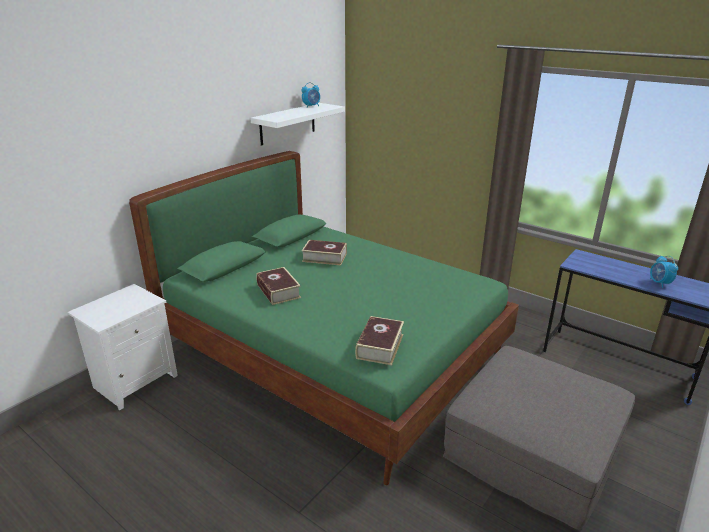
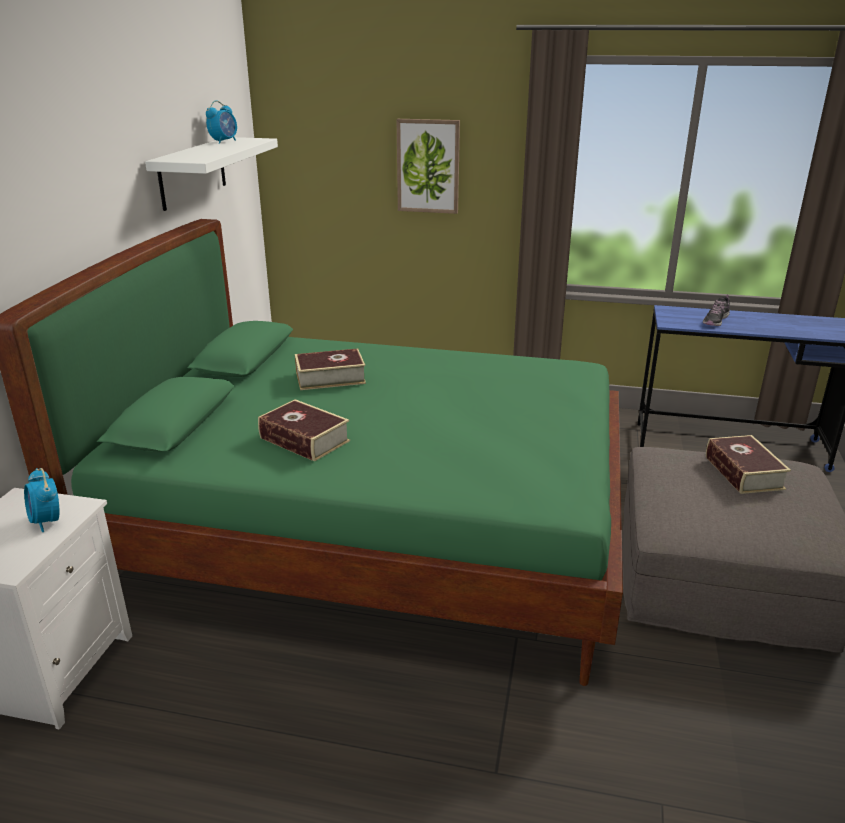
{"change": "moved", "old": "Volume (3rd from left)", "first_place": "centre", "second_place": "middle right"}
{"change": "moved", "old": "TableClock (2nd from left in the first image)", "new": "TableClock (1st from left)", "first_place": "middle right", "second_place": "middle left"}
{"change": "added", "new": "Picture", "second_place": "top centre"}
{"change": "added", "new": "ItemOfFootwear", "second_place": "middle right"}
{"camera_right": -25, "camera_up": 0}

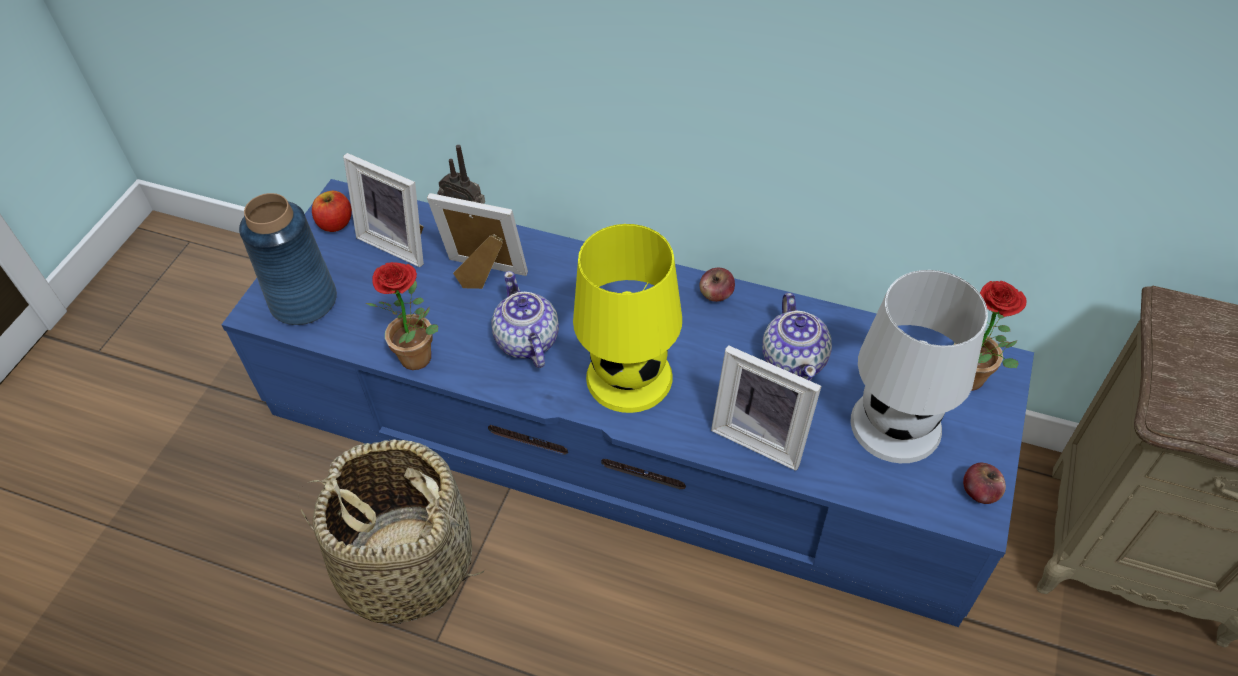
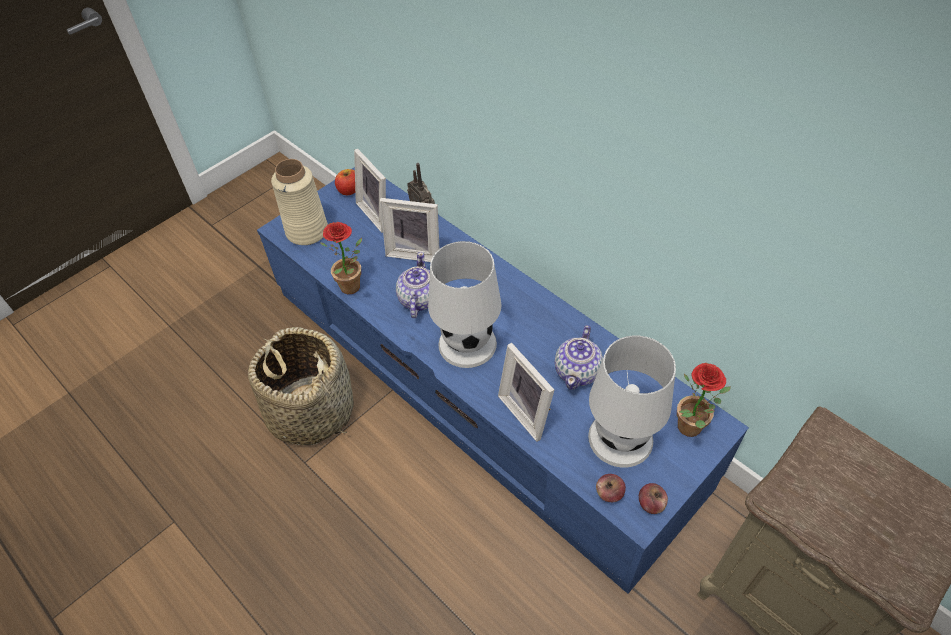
{"change": "recoloured", "old": "BlueFlowerVase", "new": "SandColouredFlowerVase", "first_place": "middle left", "second_place": "top left"}
{"change": "turned", "old": "PictureFrame (2nd from left)", "first_place": "centre", "second_place": "centre", "degrees": 150}
{"change": "recoloured", "old": "YellowTableLamp", "new": "WhiteColouredTableLamp (1st from left)", "first_place": "centre", "second_place": "centre"}
{"change": "moved", "old": "WholeApple (2nd from left)", "first_place": "centre", "second_place": "bottom centre"}
{"camera_right": 25, "camera_up": 0}

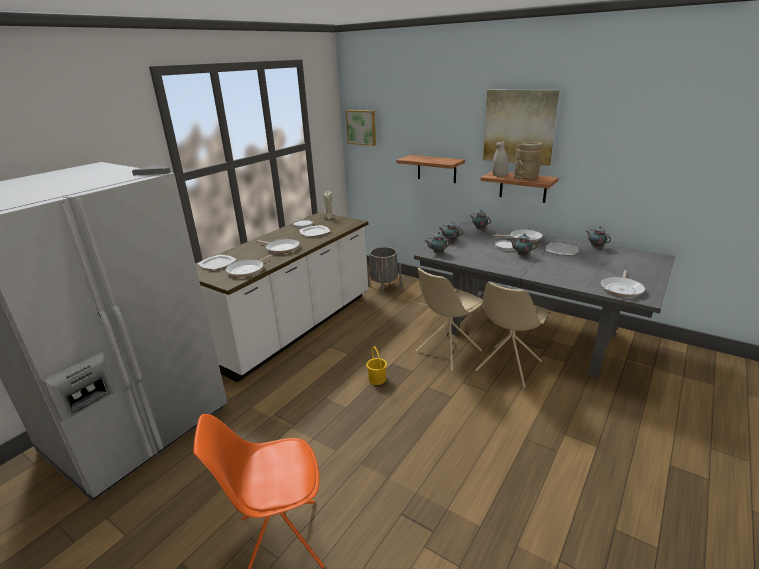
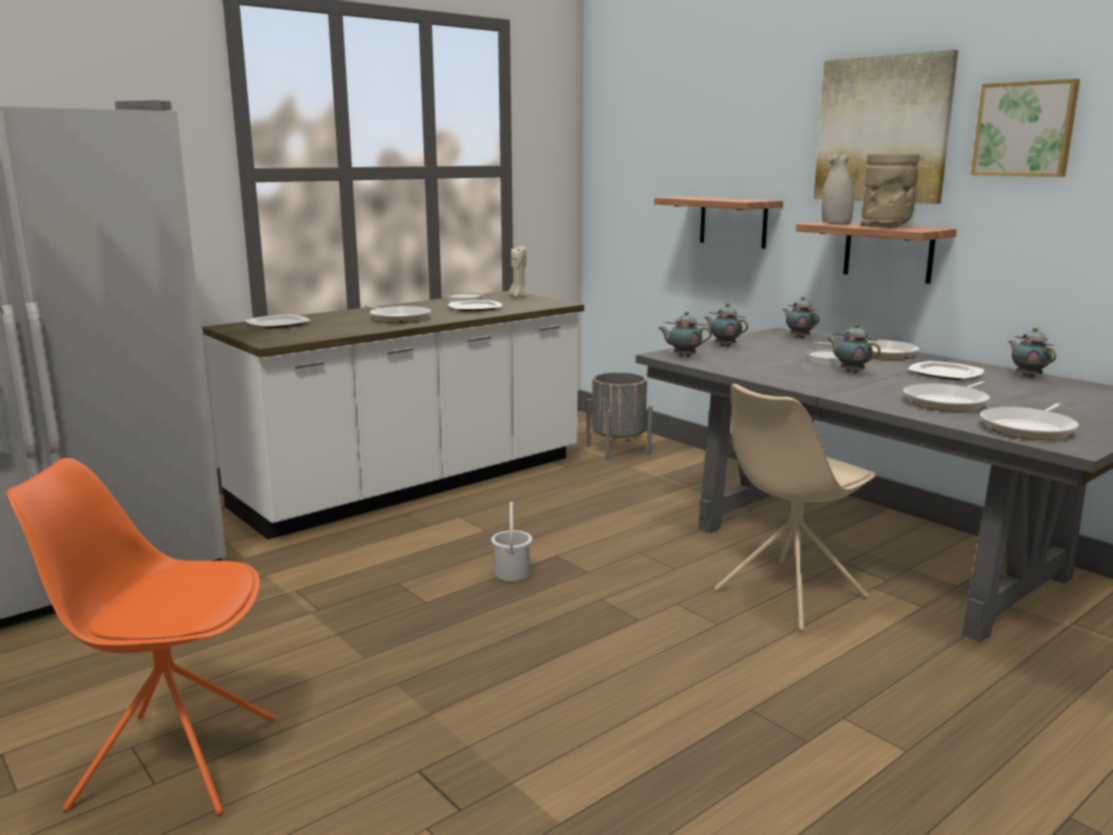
{"change": "moved", "old": "Pan (1st from left in the first image)", "new": "Pan (3rd from left)", "first_place": "middle left", "second_place": "middle right"}
{"change": "moved", "old": "Picture (1st from left in the first image)", "new": "Picture (2nd from left)", "first_place": "top centre", "second_place": "top right"}
{"change": "recoloured", "old": "YellowPail", "new": "WhiteColouredPail", "first_place": "centre", "second_place": "centre"}
{"change": "removed", "old": "SandColouredPlainChair (1st from left)", "first_place": "centre"}
{"camera_right": 15, "camera_up": -10}

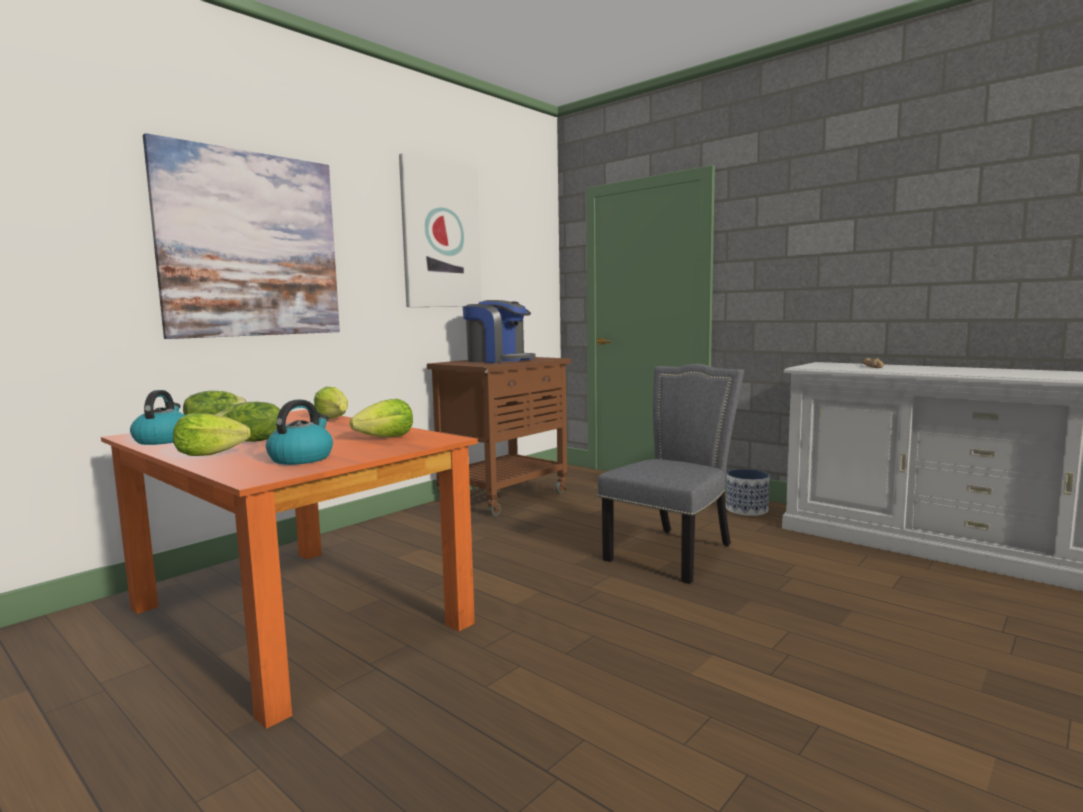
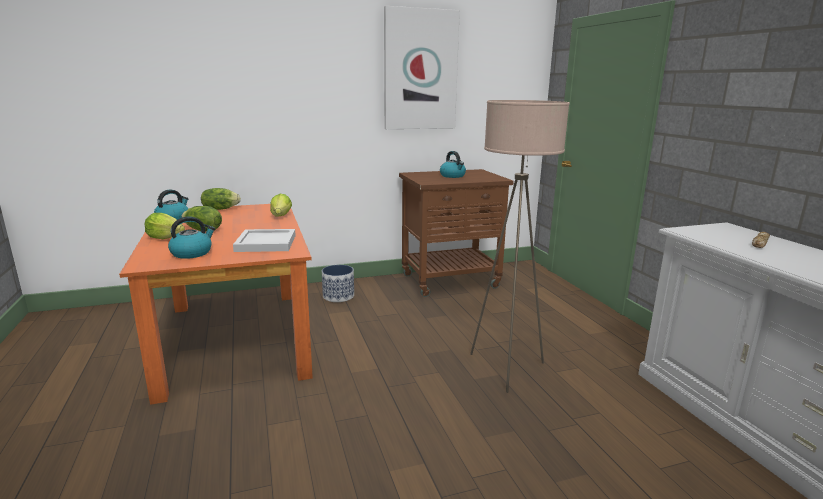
{"change": "removed", "old": "Picture (1st from left)", "first_place": "top left"}
{"change": "replaced", "old": "HeadOfLettuce (5th from left)", "new": "WhiteColouredServingTray", "first_place": "centre", "second_place": "middle left"}
{"change": "replaced", "old": "CoffeeMaker", "new": "TeaKettle (3rd from left)", "first_place": "centre", "second_place": "top centre"}
{"change": "replaced", "old": "GrayPlainChair", "new": "SandColouredStandardLamp", "first_place": "centre", "second_place": "centre"}
{"change": "moved", "old": "PlantPot", "first_place": "middle right", "second_place": "centre"}
{"camera_right": 30, "camera_up": 10}

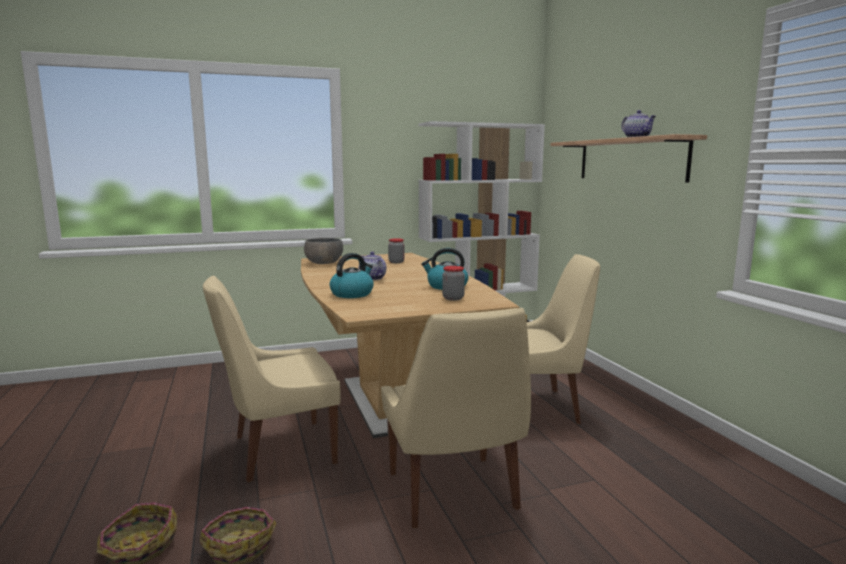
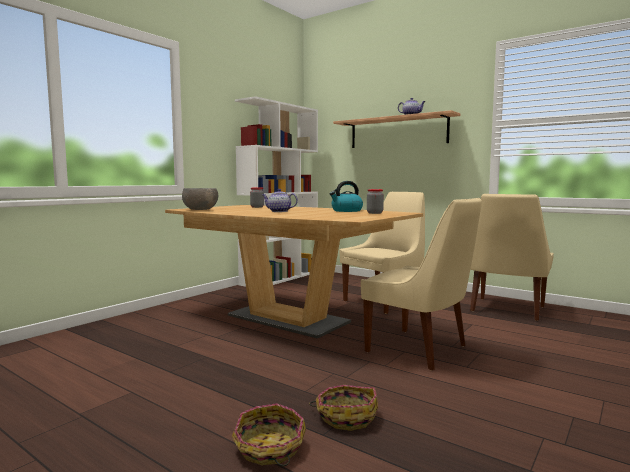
{"change": "moved", "old": "SandColouredPlainChair (1st from left in the first image)", "new": "SandColouredPlainChair (3rd from left)", "first_place": "bottom left", "second_place": "middle right"}
{"change": "removed", "old": "TeaKettle (1st from left)", "first_place": "centre"}
{"camera_right": -35, "camera_up": -5}

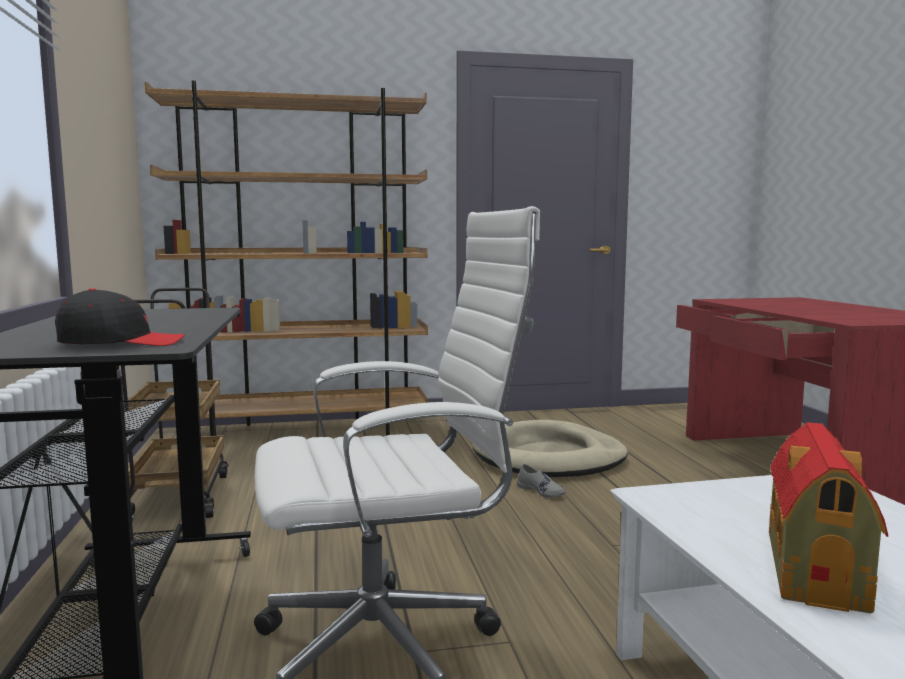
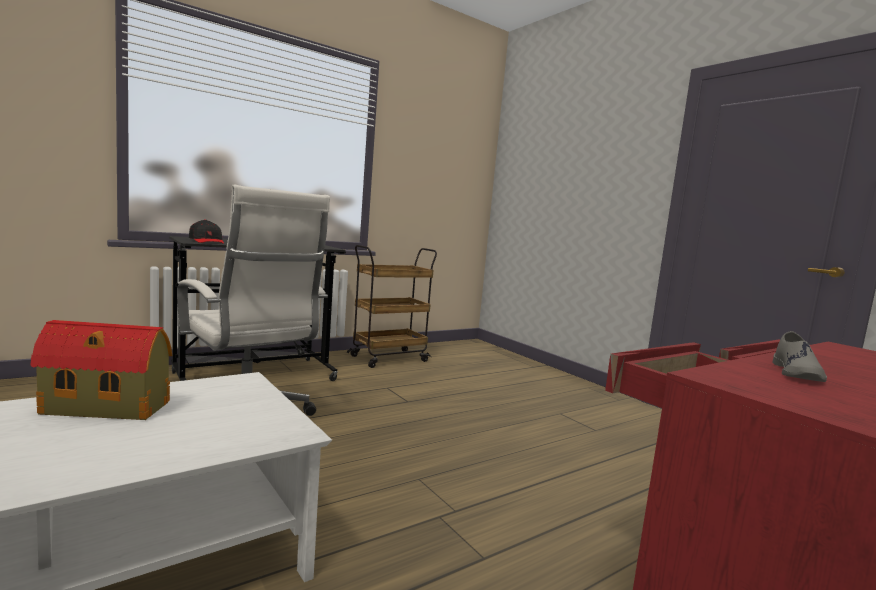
{"change": "removed", "old": "BrownColouredBookcase", "first_place": "middle left"}
{"change": "removed", "old": "SandColouredDogBed", "first_place": "centre"}
{"change": "moved", "old": "GrayItemOfFootwear", "first_place": "bottom centre", "second_place": "middle right"}
{"camera_right": 65, "camera_up": 0}

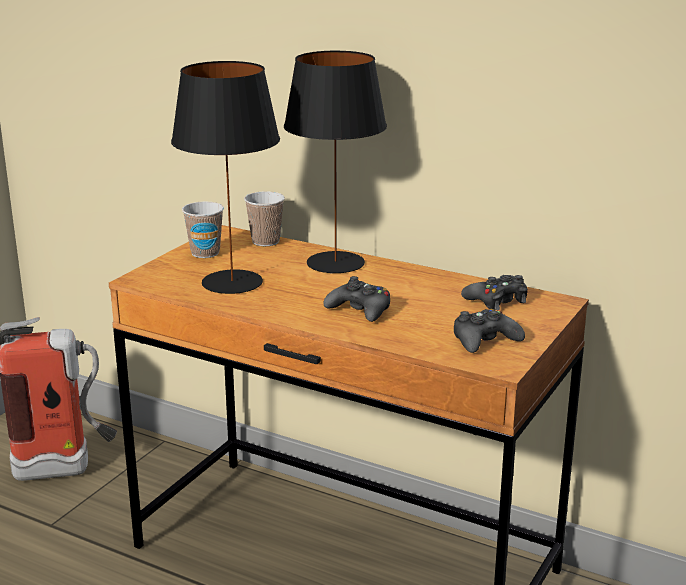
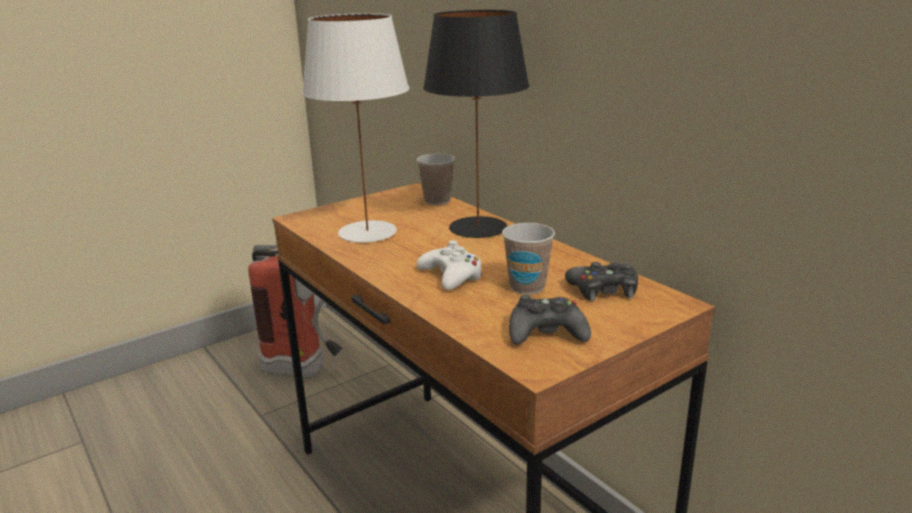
{"change": "recoloured", "old": "BlackTableLamp (1st from left)", "new": "WhiteColouredTableLamp", "first_place": "top left", "second_place": "top centre"}
{"change": "moved", "old": "DrinkingCup (1st from left in the first image)", "new": "DrinkingCup (2nd from left)", "first_place": "middle left", "second_place": "centre"}
{"change": "recoloured", "old": "BlackGameController (1st from left)", "new": "WhiteColouredGameController", "first_place": "centre", "second_place": "centre"}
{"camera_right": 25, "camera_up": 0}

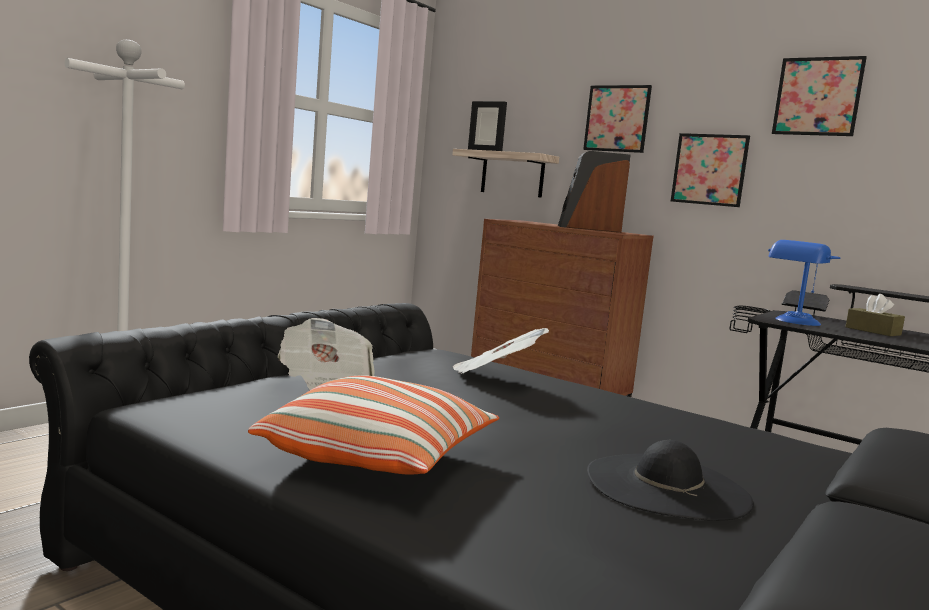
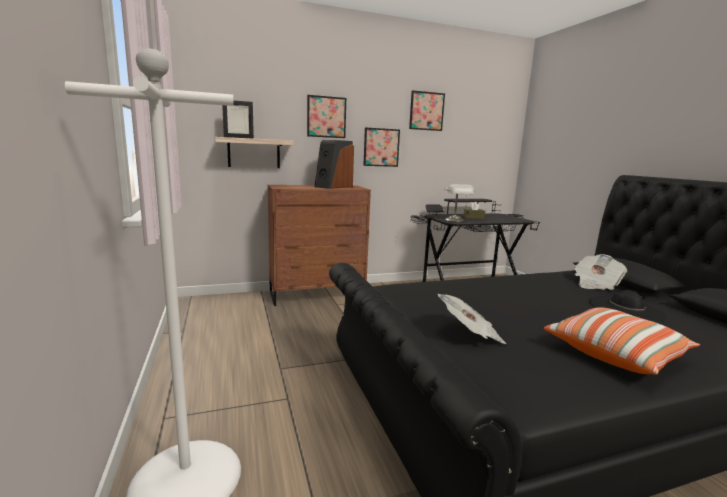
{"change": "moved", "old": "DailyPaper (2nd from left)", "first_place": "centre", "second_place": "middle right"}
{"change": "recoloured", "old": "BlueTableLamp", "new": "WhiteColouredTableLamp", "first_place": "middle right", "second_place": "centre"}
{"camera_right": -55, "camera_up": 5}

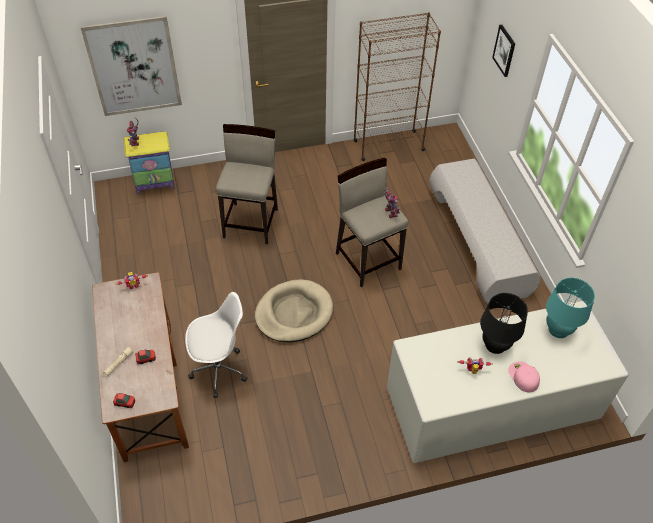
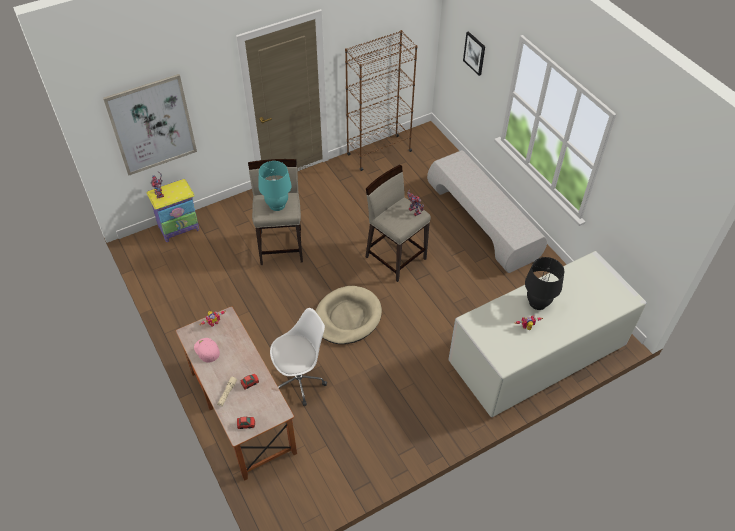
{"change": "moved", "old": "PinkColouredBaseballCap", "first_place": "bottom right", "second_place": "middle left"}
{"change": "moved", "old": "TurquoiseTableLamp", "first_place": "middle right", "second_place": "centre"}
{"camera_right": -15, "camera_up": 0}

